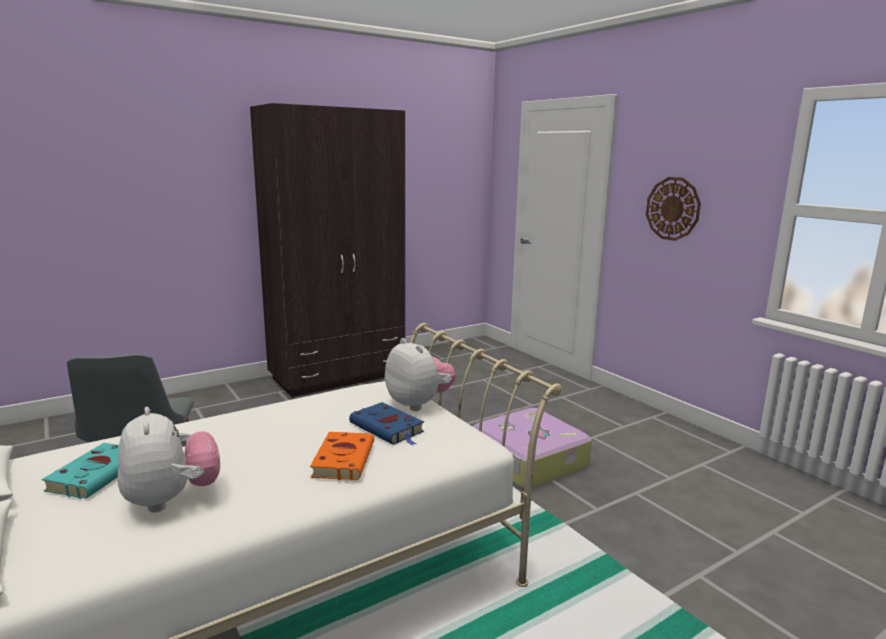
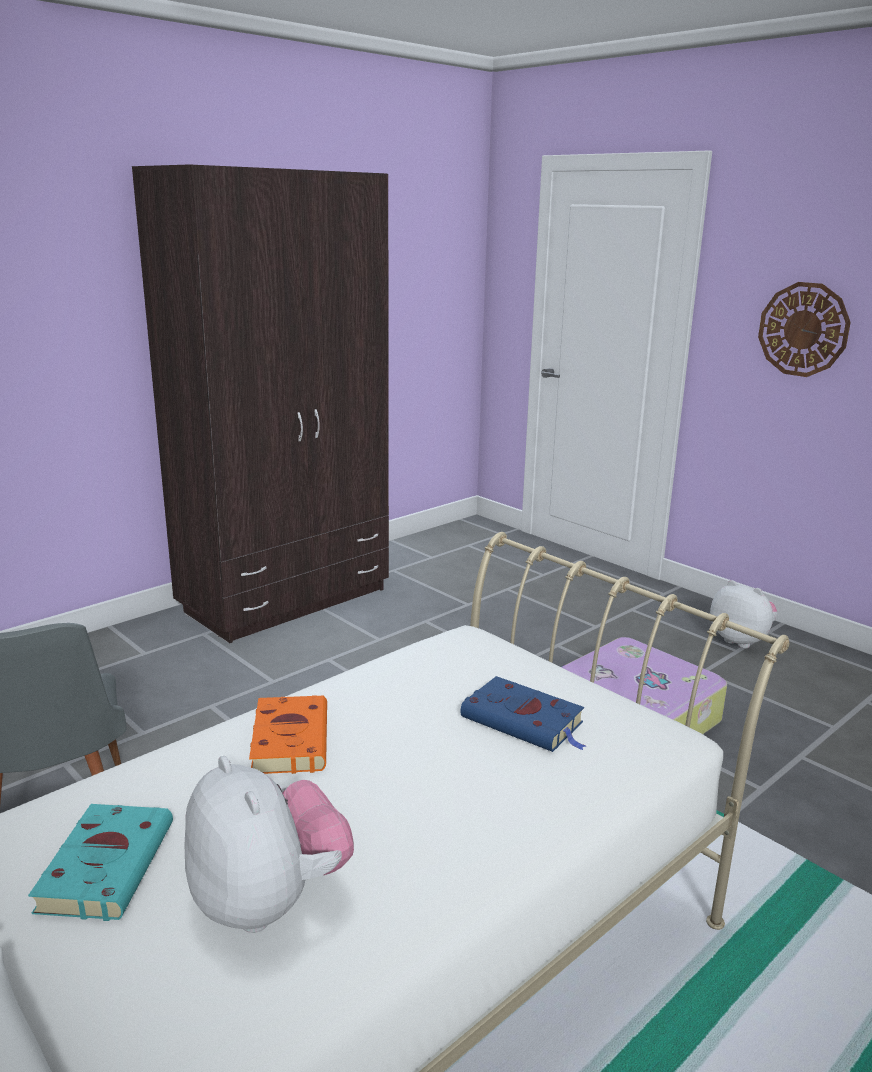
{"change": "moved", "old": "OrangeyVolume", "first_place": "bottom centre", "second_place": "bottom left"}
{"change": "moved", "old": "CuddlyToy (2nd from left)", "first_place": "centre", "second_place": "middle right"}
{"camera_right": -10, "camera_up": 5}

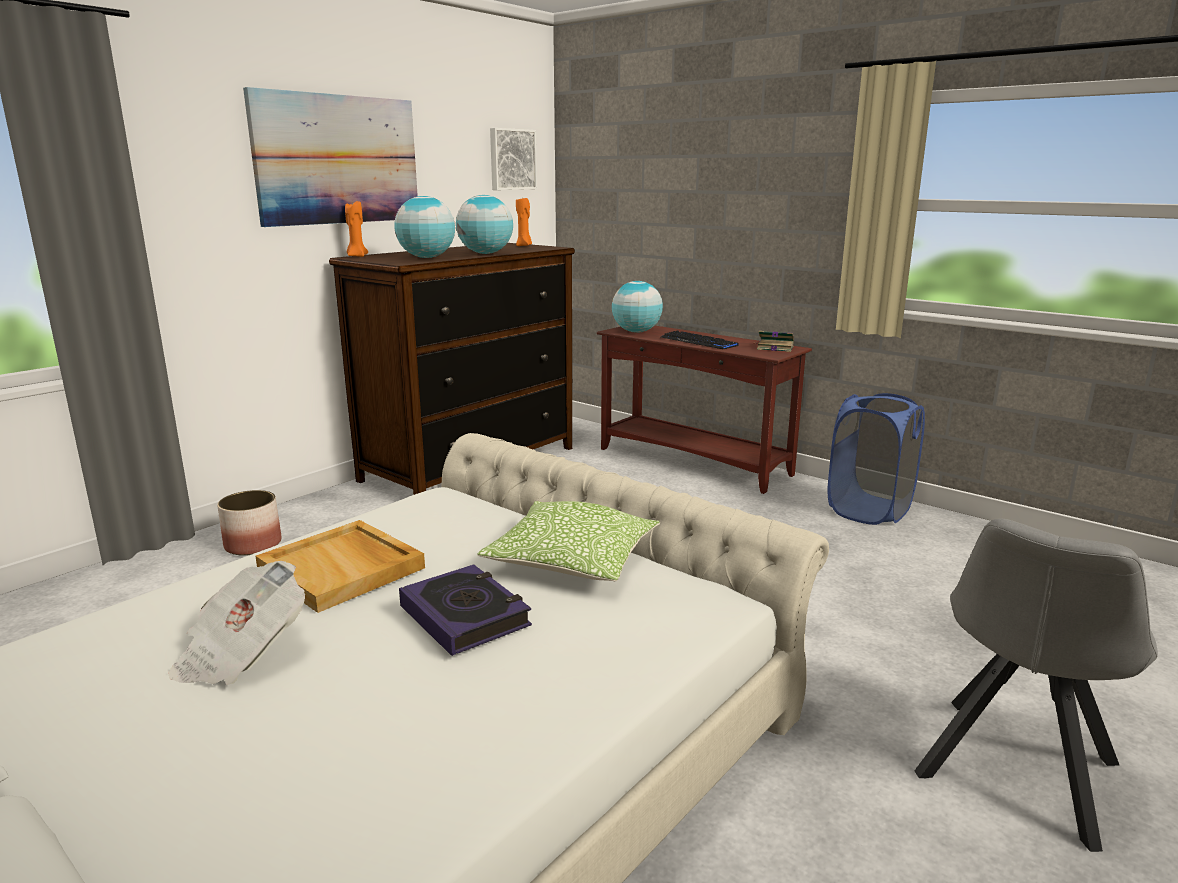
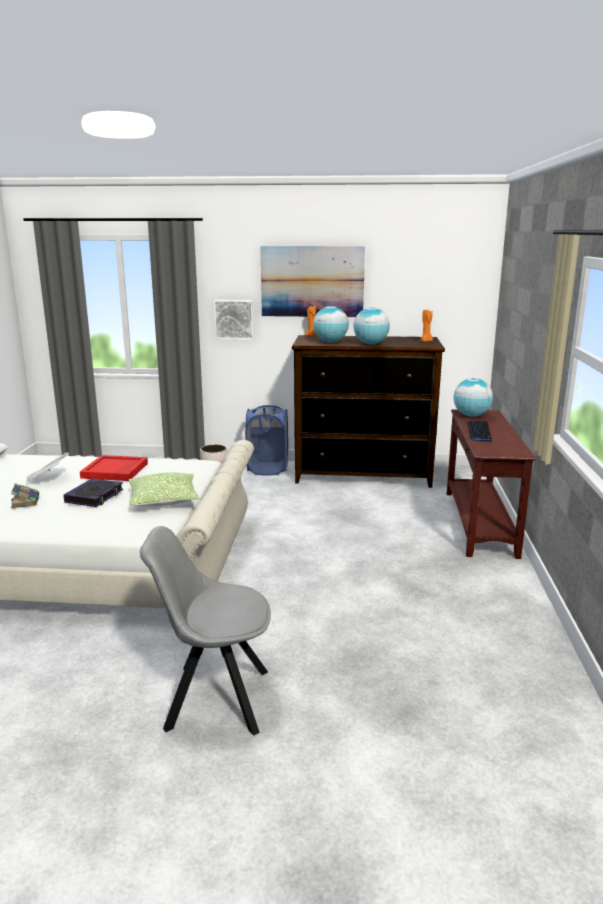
{"change": "recoloured", "old": "SandColouredServingTray", "new": "RedServingTray", "first_place": "middle left", "second_place": "middle left"}
{"change": "moved", "old": "Picture (2nd from left in the first image)", "new": "Picture (1st from left)", "first_place": "top centre", "second_place": "centre"}
{"change": "moved", "old": "Volume (2nd from left in the first image)", "new": "Volume (1st from left)", "first_place": "centre", "second_place": "middle left"}
{"change": "moved", "old": "BlueWashingBasket", "first_place": "middle right", "second_place": "centre"}
{"camera_right": 55, "camera_up": 0}

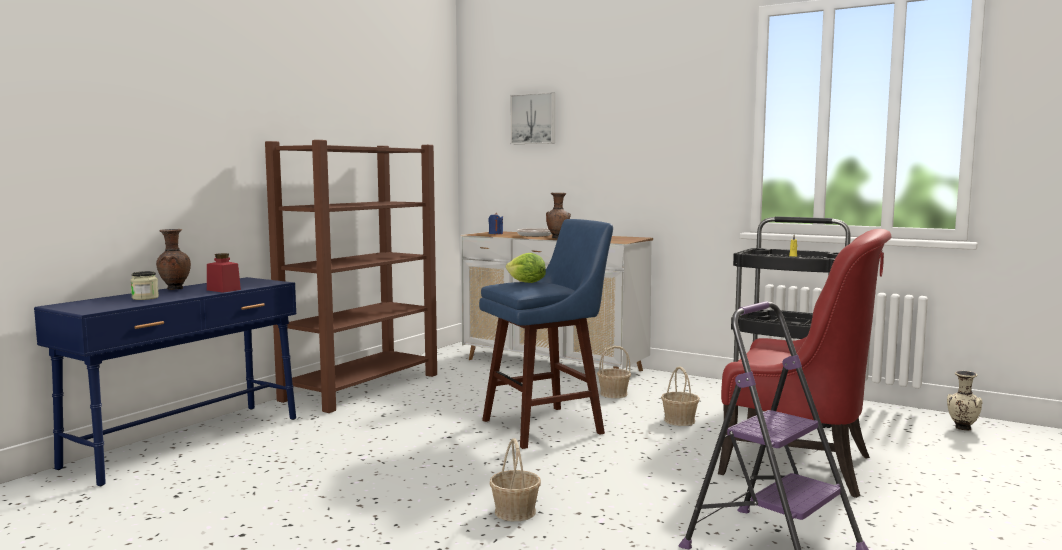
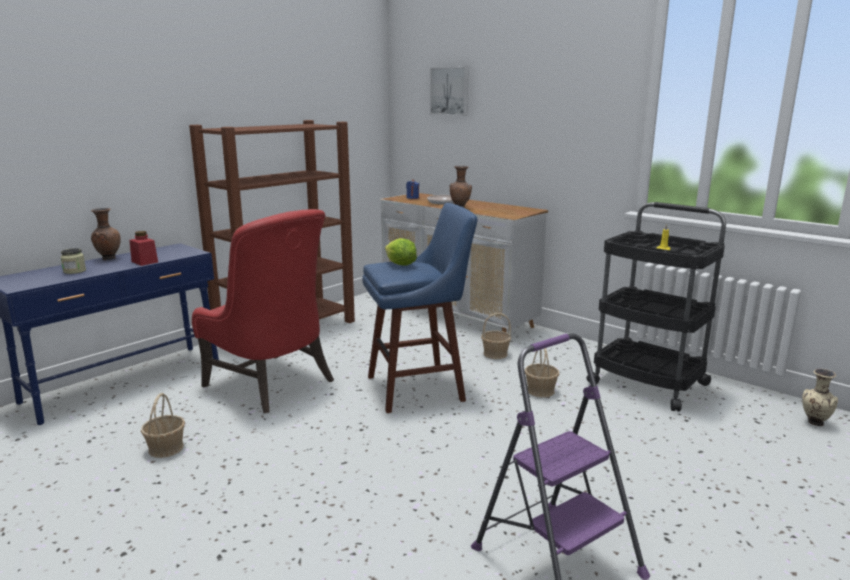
{"change": "moved", "old": "Basket (1st from left)", "first_place": "bottom centre", "second_place": "bottom left"}
{"change": "moved", "old": "RedPlainChair", "first_place": "middle right", "second_place": "middle left"}
{"camera_right": 10, "camera_up": 10}

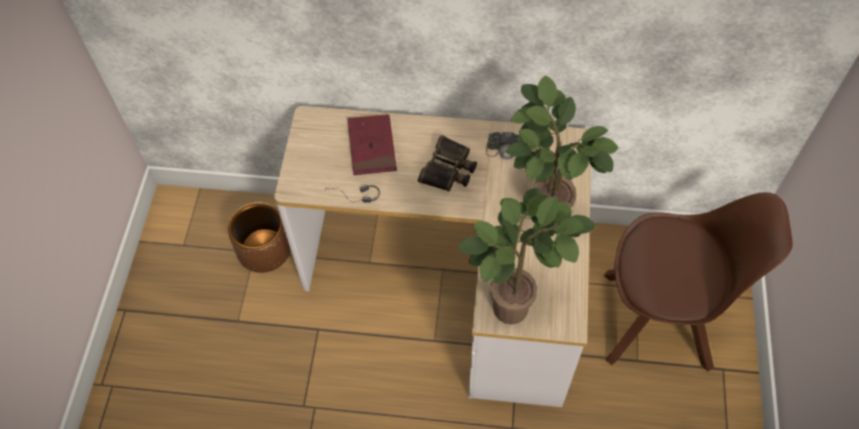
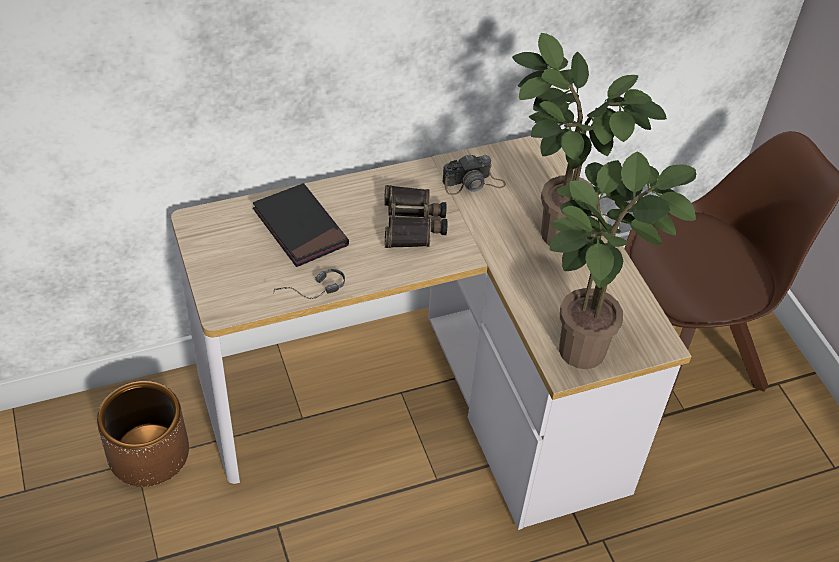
{"change": "recoloured", "old": "RedVolume", "new": "BlackVolume", "first_place": "centre", "second_place": "centre"}
{"camera_right": -30, "camera_up": -10}

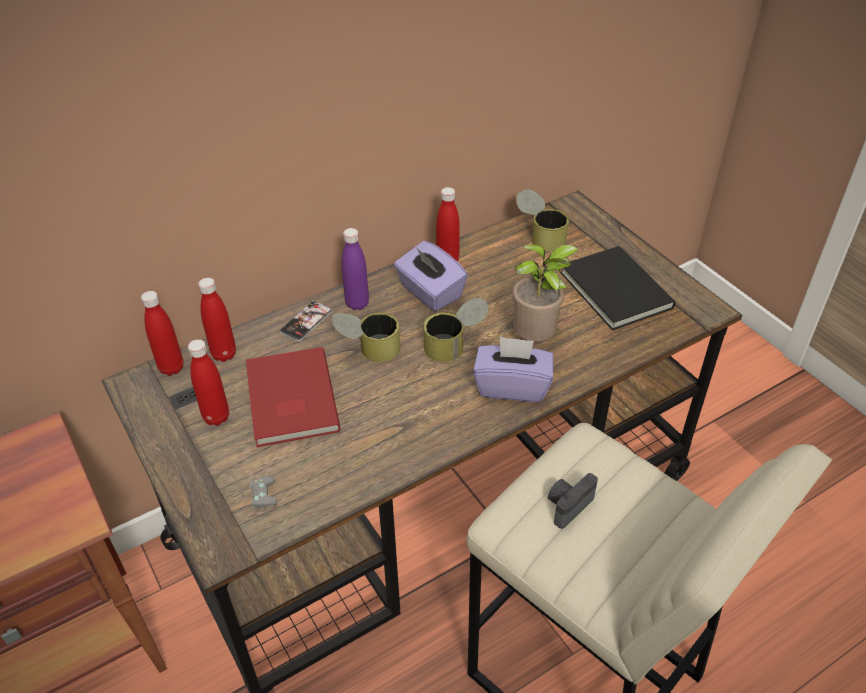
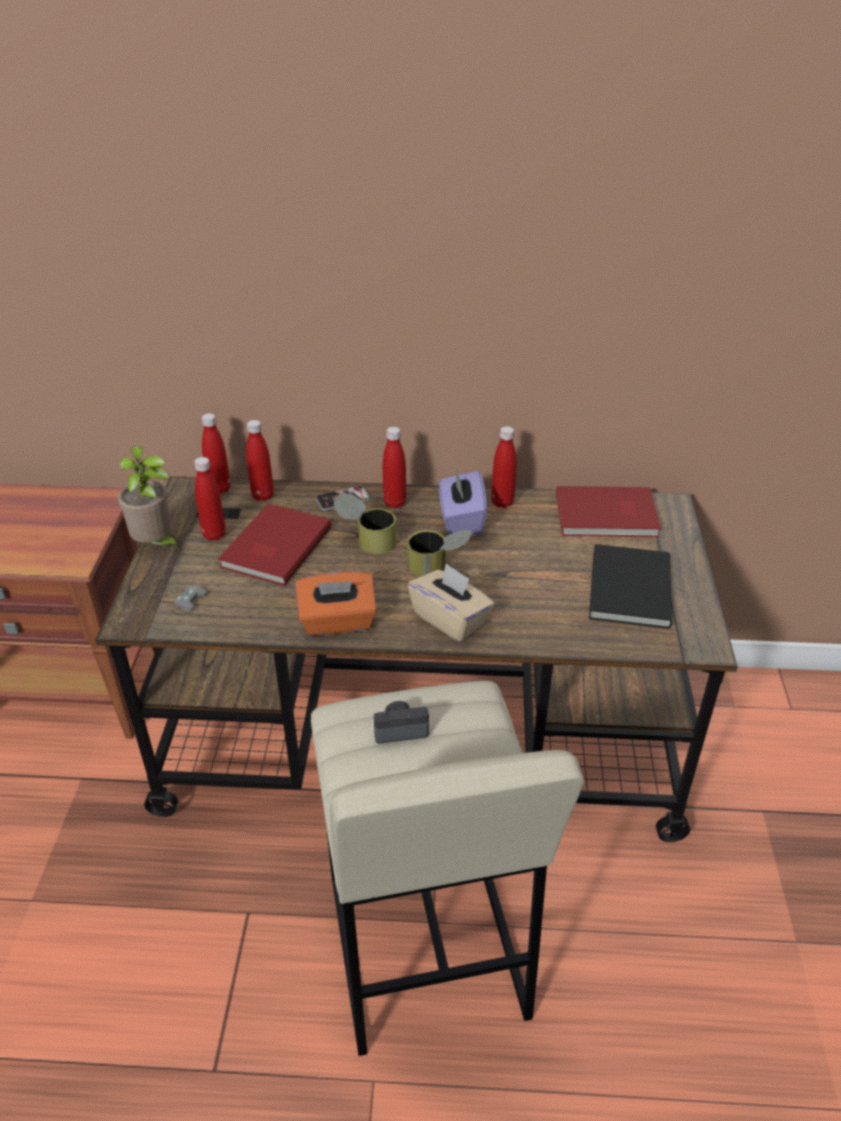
{"change": "recoloured", "old": "PurplishBottle", "new": "RedBottle (4th from left)", "first_place": "centre", "second_place": "centre"}
{"change": "recoloured", "old": "PurplishBoxOfTissues (2nd from left)", "new": "SandColouredBoxOfTissues", "first_place": "centre", "second_place": "centre"}
{"change": "moved", "old": "PlantInAPot", "first_place": "centre", "second_place": "middle left"}
{"change": "replaced", "old": "MetalCan (3rd from left)", "new": "RedVolume (2nd from left)", "first_place": "top centre", "second_place": "middle right"}
{"change": "added", "new": "OrangeyBoxOfTissues", "second_place": "centre"}
{"camera_right": 35, "camera_up": -5}

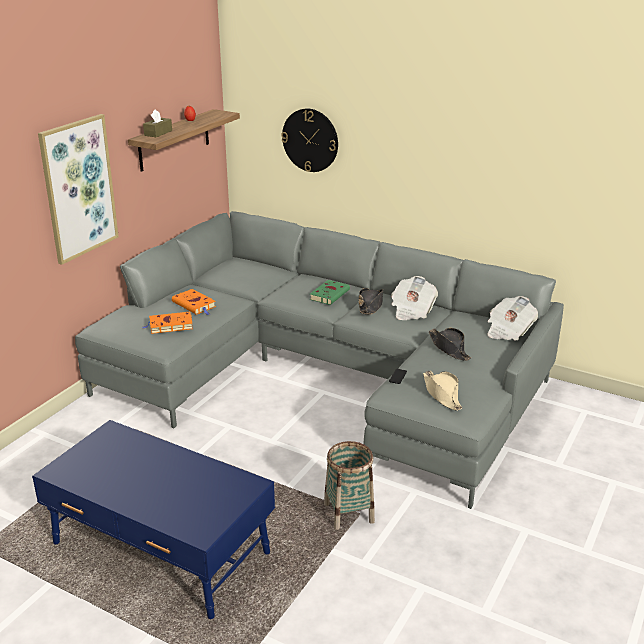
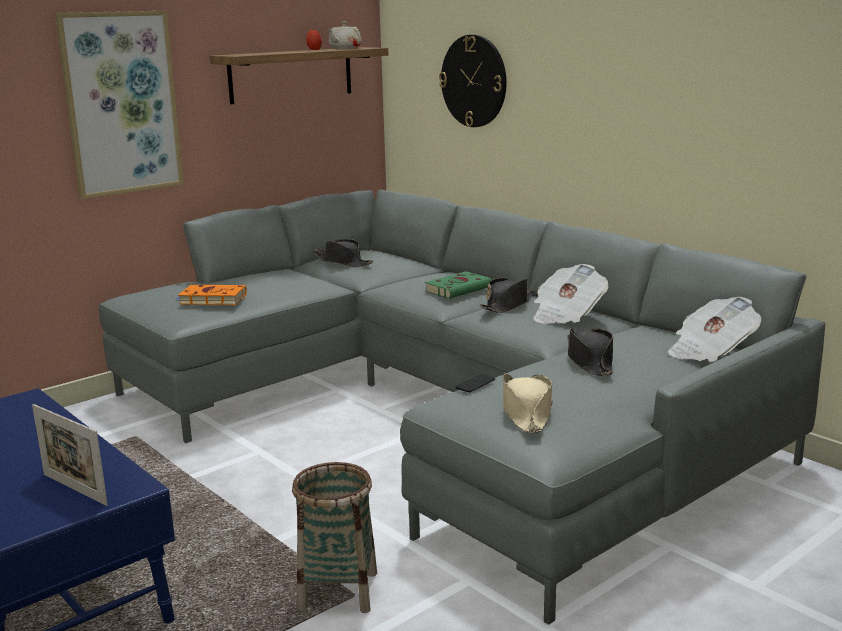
{"change": "removed", "old": "BrownColouredBoxOfTissues", "first_place": "top left"}
{"change": "removed", "old": "OrangeyVolume (2nd from left)", "first_place": "middle left"}
{"change": "added", "new": "PictureFrame", "second_place": "bottom left"}
{"change": "added", "new": "BlackWearableHat (1st from left)", "second_place": "centre"}
{"change": "added", "new": "SandColouredTeapot", "second_place": "top centre"}
{"camera_right": 20, "camera_up": -10}

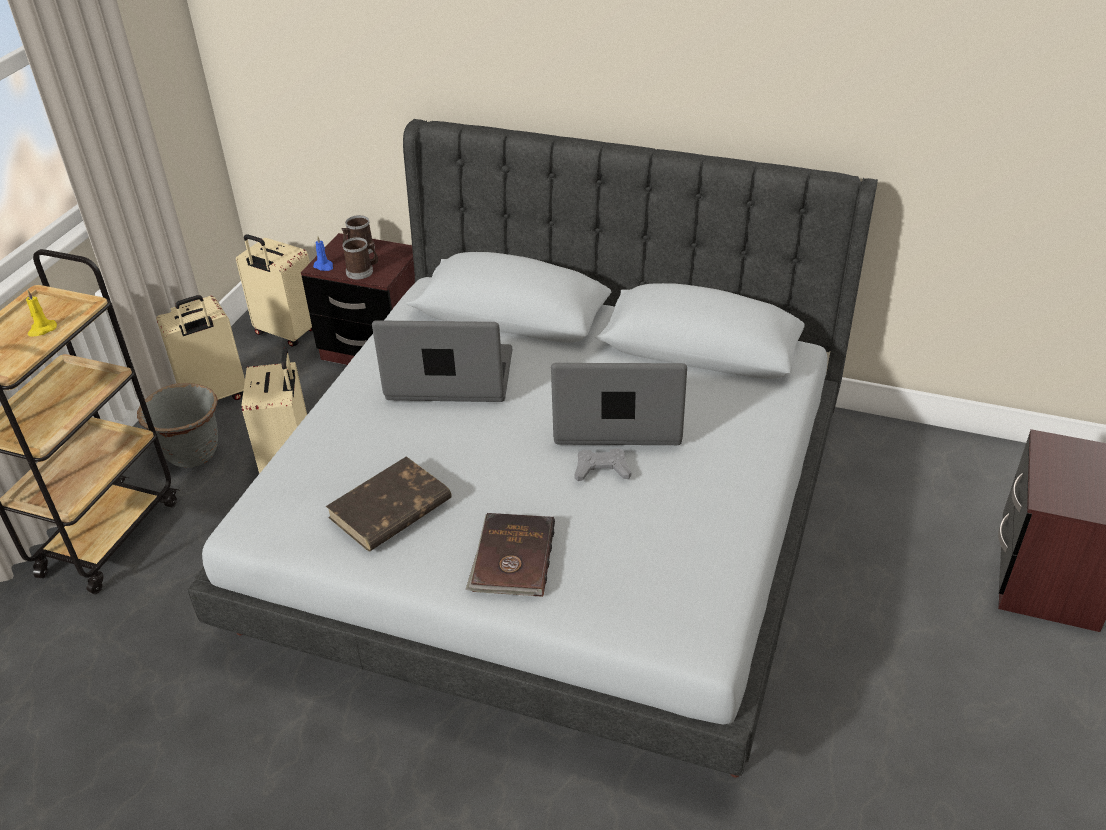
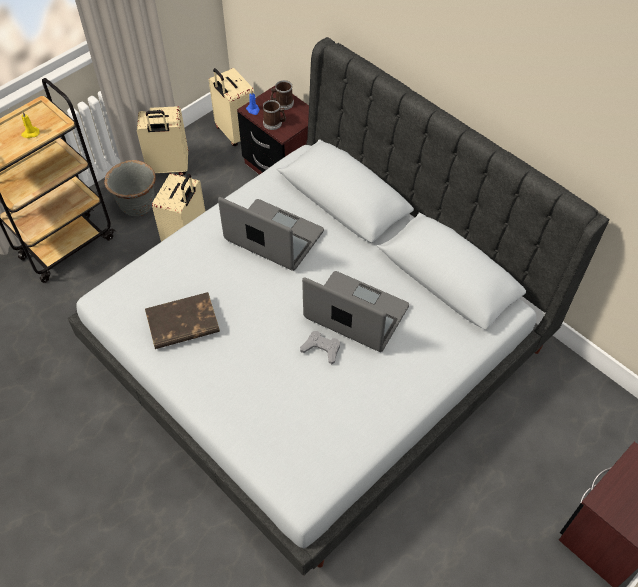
{"change": "removed", "old": "BrownColouredVolume (2nd from left)", "first_place": "bottom centre"}
{"camera_right": 25, "camera_up": 15}

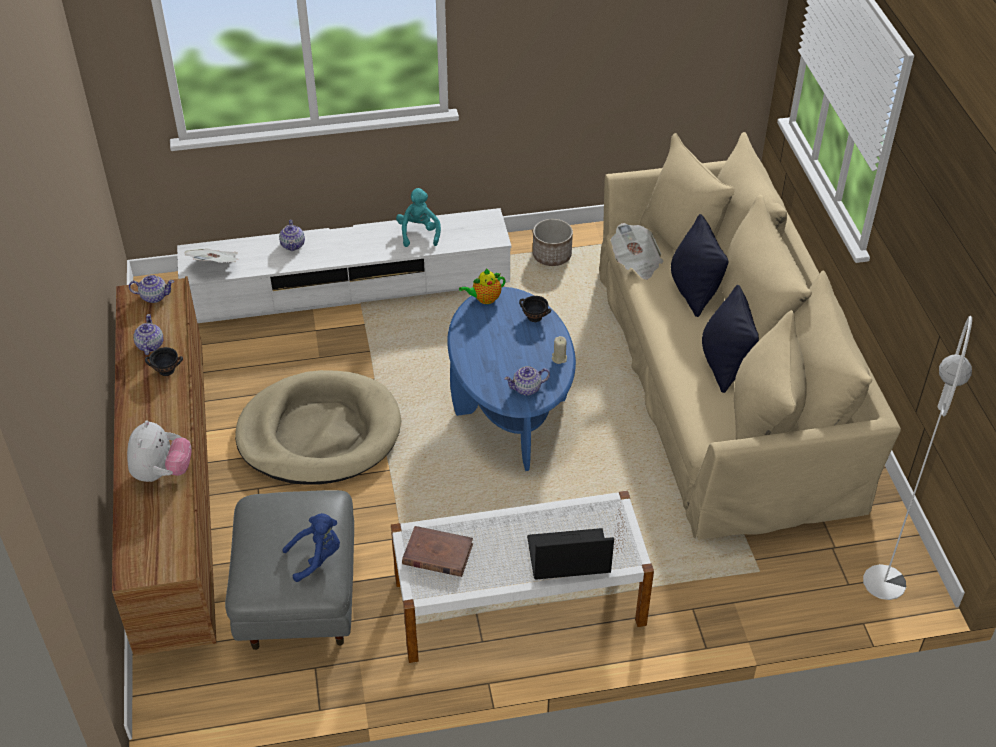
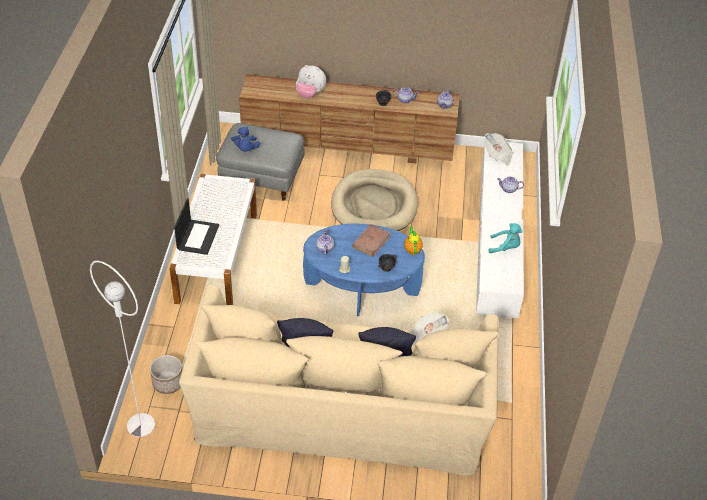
{"change": "moved", "old": "BrownColouredVolume", "first_place": "bottom centre", "second_place": "centre"}
{"change": "moved", "old": "PlantPot", "first_place": "top centre", "second_place": "bottom left"}
{"camera_right": 105, "camera_up": 0}

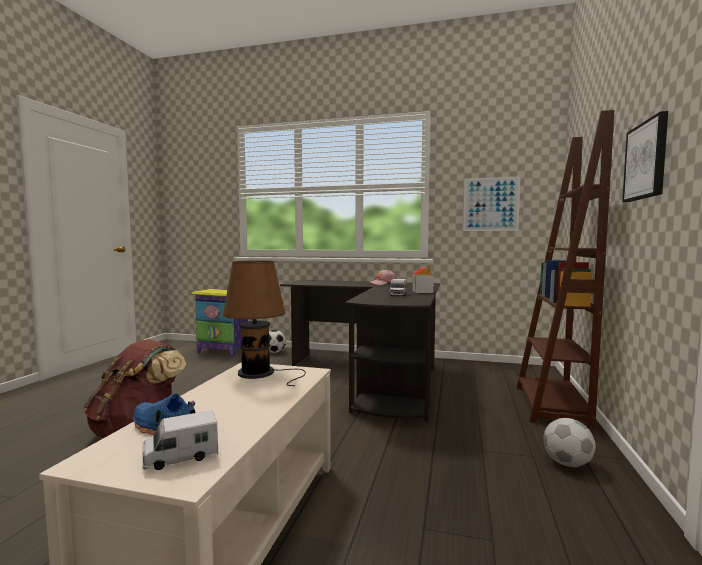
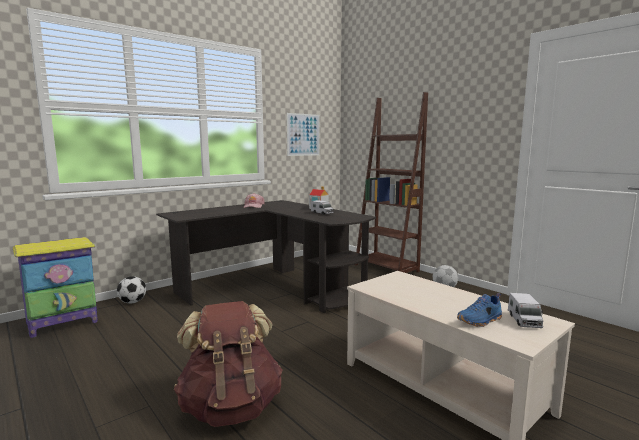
{"change": "removed", "old": "BrownColouredTableLamp", "first_place": "centre"}
{"change": "removed", "old": "Picture (2nd from left)", "first_place": "top right"}
{"camera_right": -55, "camera_up": 5}

